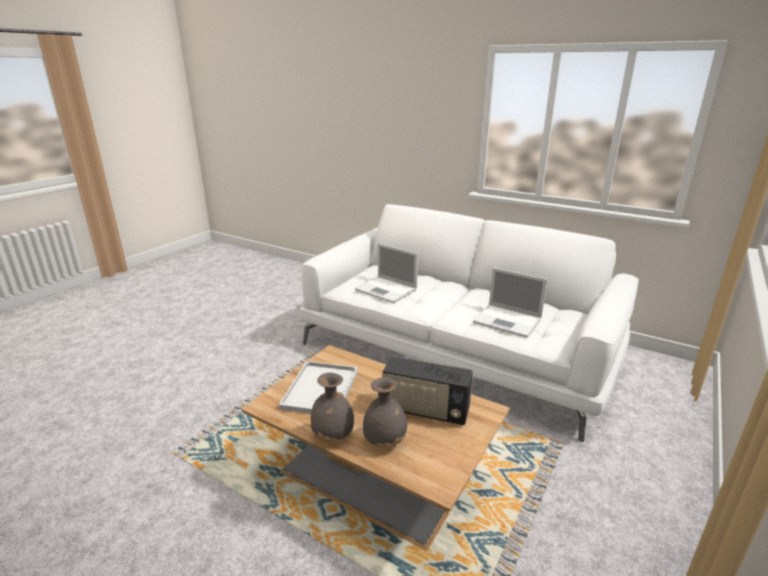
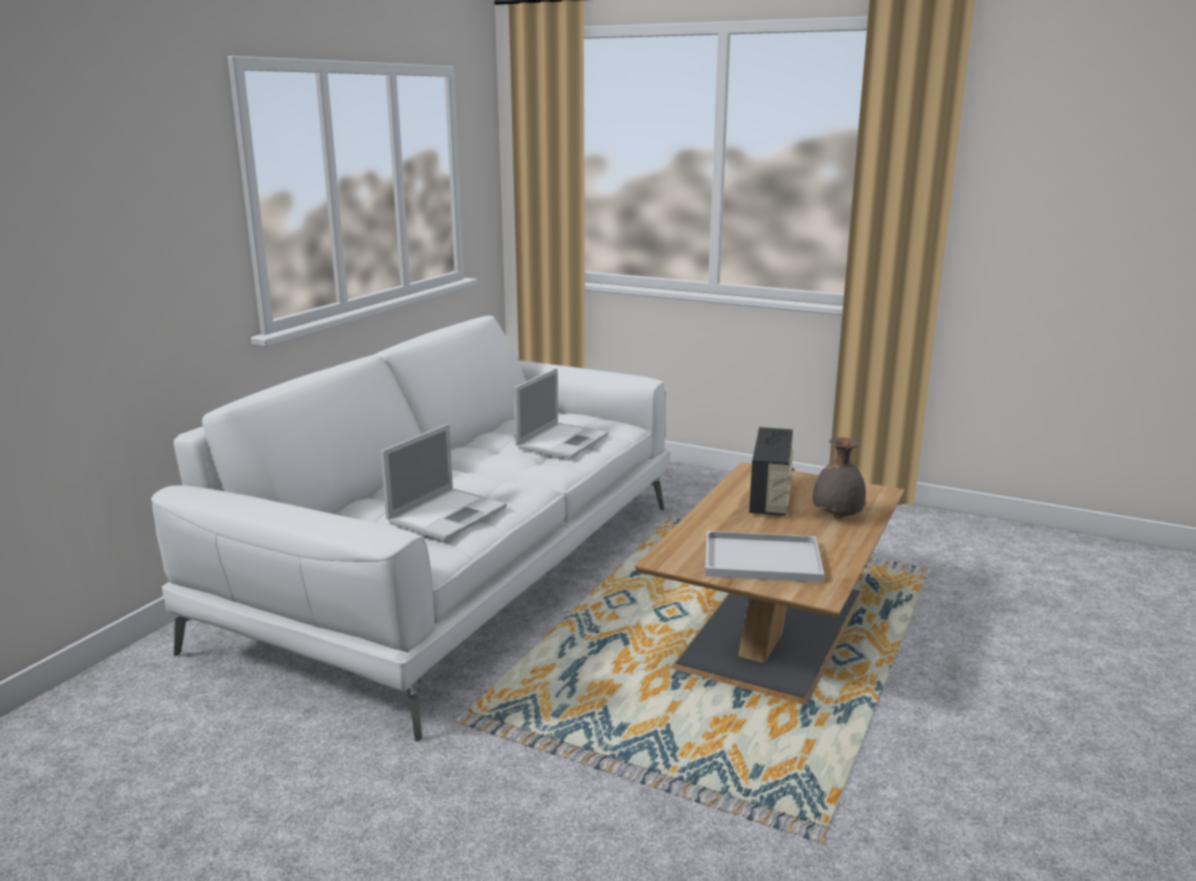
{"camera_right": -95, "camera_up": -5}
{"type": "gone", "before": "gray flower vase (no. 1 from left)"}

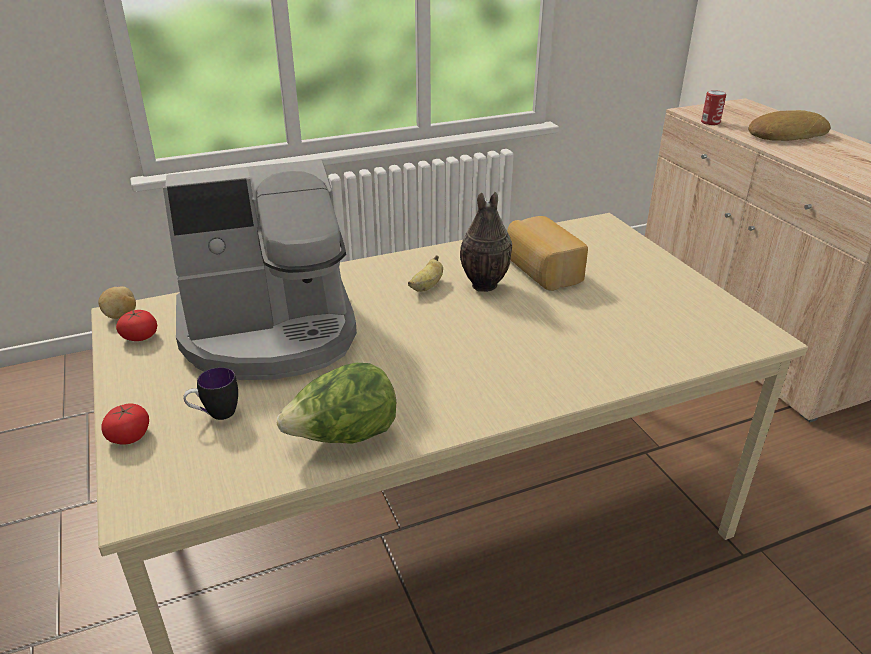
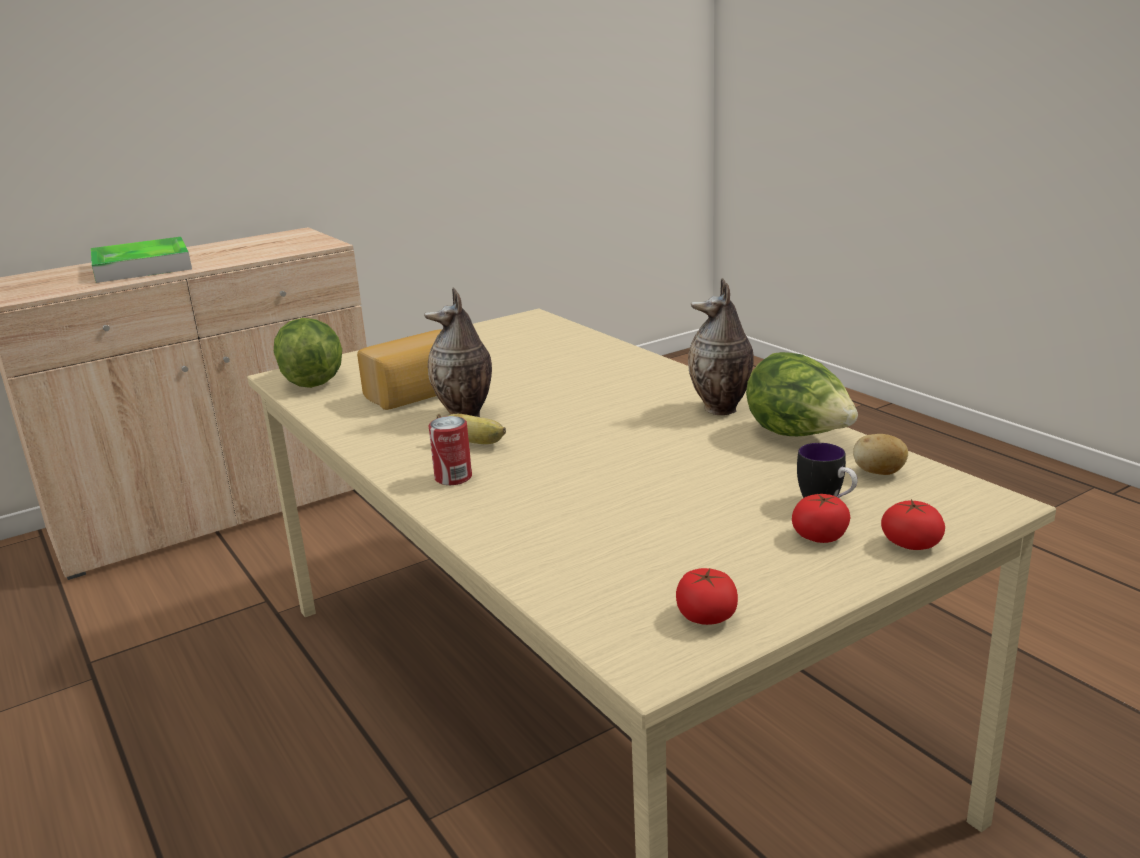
{"camera_right": -100, "camera_up": -10}
{"type": "swapped", "before": "bakery bread (no. 2 from left)", "after": "carrying tray"}
{"type": "new", "after": "head of lettuce (no. 1 from left)"}
{"type": "shifted", "before": "metal can"}
{"type": "new", "after": "flower vase (no. 2 from left)"}
{"type": "new", "after": "tomato (no. 2 from left)"}
{"type": "shifted", "before": "spud"}
{"type": "gone", "before": "coffee maker"}

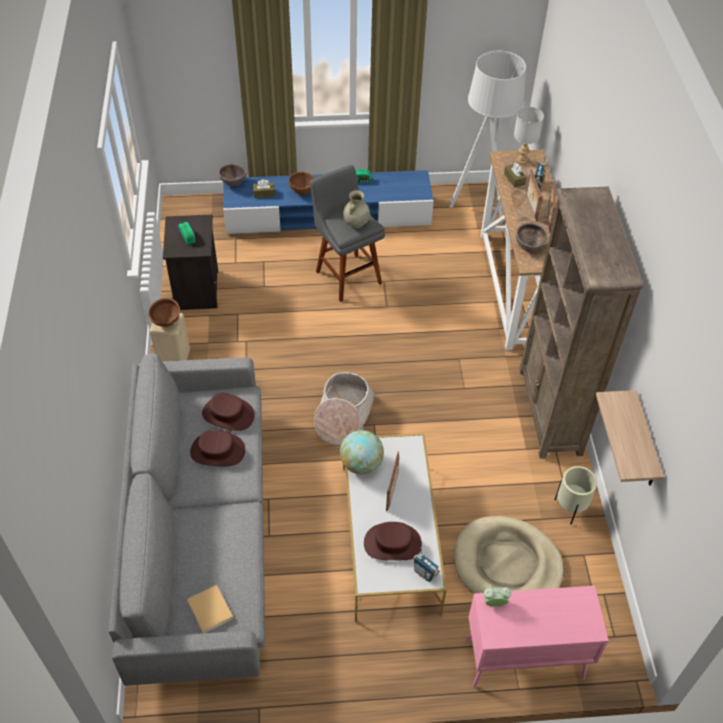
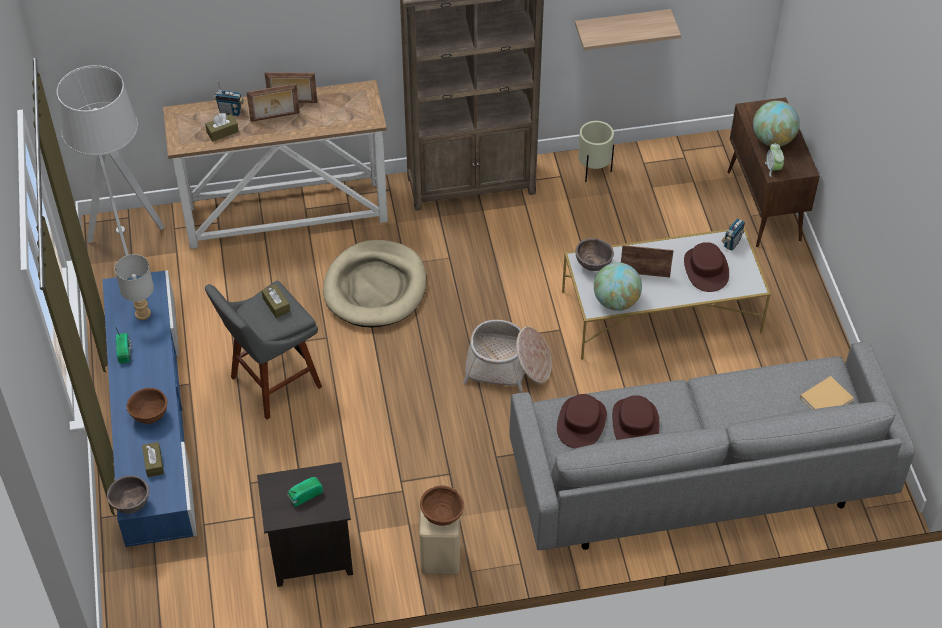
{"camera_right": -95, "camera_up": 0}
{"type": "shifted", "before": "gray lamp for a table"}
{"type": "swapped", "before": "beige flower vase", "after": "brown-coloured box of tissues (no. 3 from left)"}
{"type": "shifted", "before": "beige dog cushion"}
{"type": "shifted", "before": "brown-coloured bowl (no. 4 from left)"}
{"type": "repainted", "before": "pink cupboard", "after": "brown-coloured cupboard"}
{"type": "new", "after": "world globe (no. 2 from left)"}

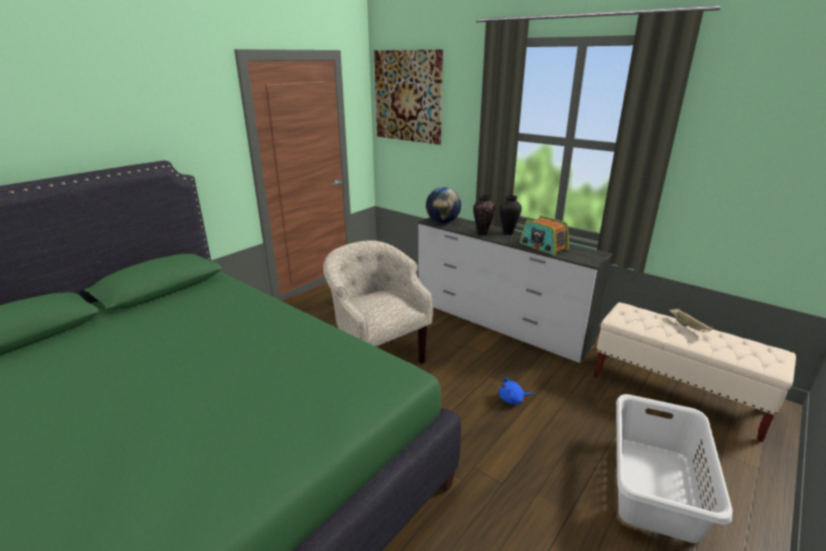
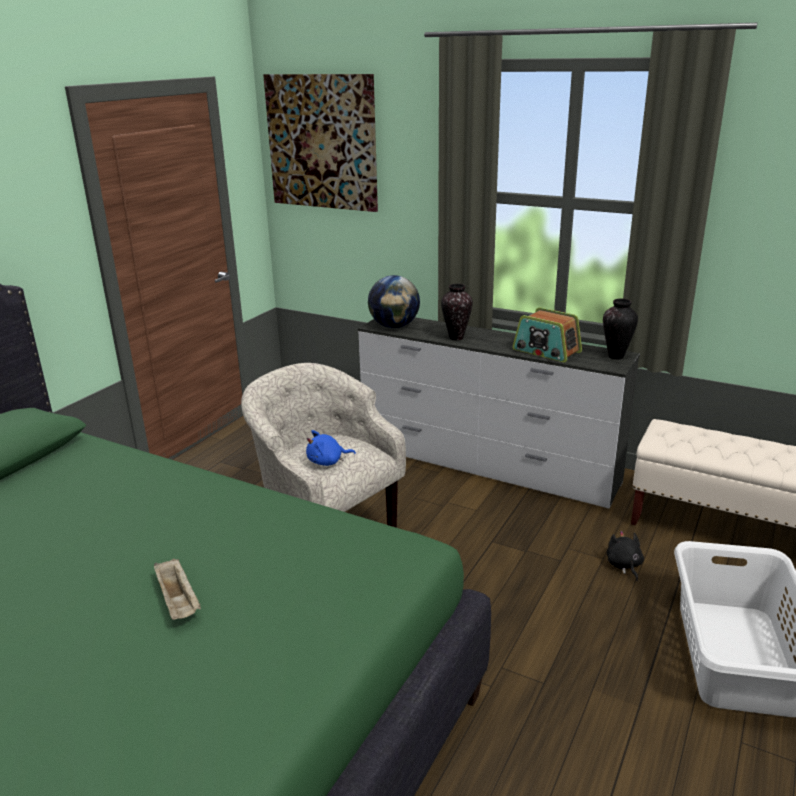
{"camera_right": -10, "camera_up": 0}
{"type": "shifted", "before": "beige carrying tray"}
{"type": "shifted", "before": "blue cuddly toy"}
{"type": "shifted", "before": "flower vase (no. 2 from left)"}
{"type": "new", "after": "black cuddly toy"}

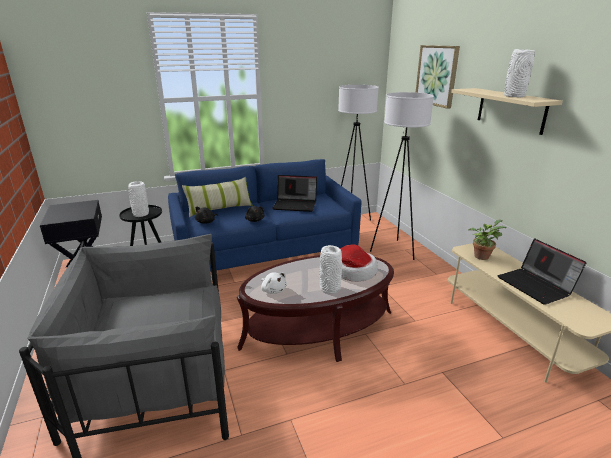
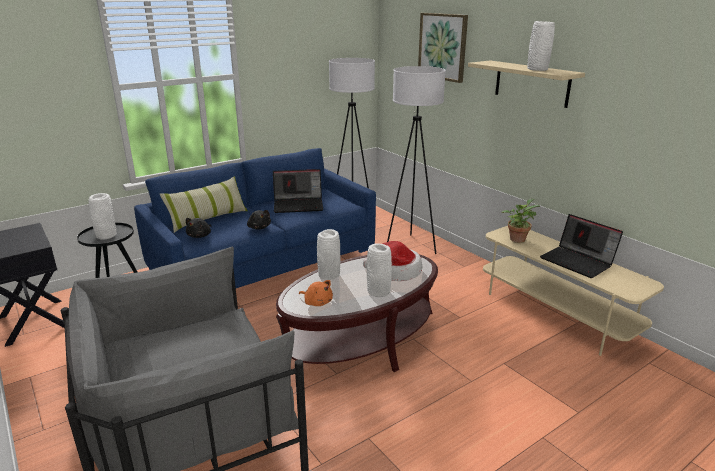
{"camera_right": -15, "camera_up": 0}
{"type": "repainted", "before": "whitish cuddly toy", "after": "orange cuddly toy"}
{"type": "new", "after": "whitish flower vase (no. 2 from left)"}

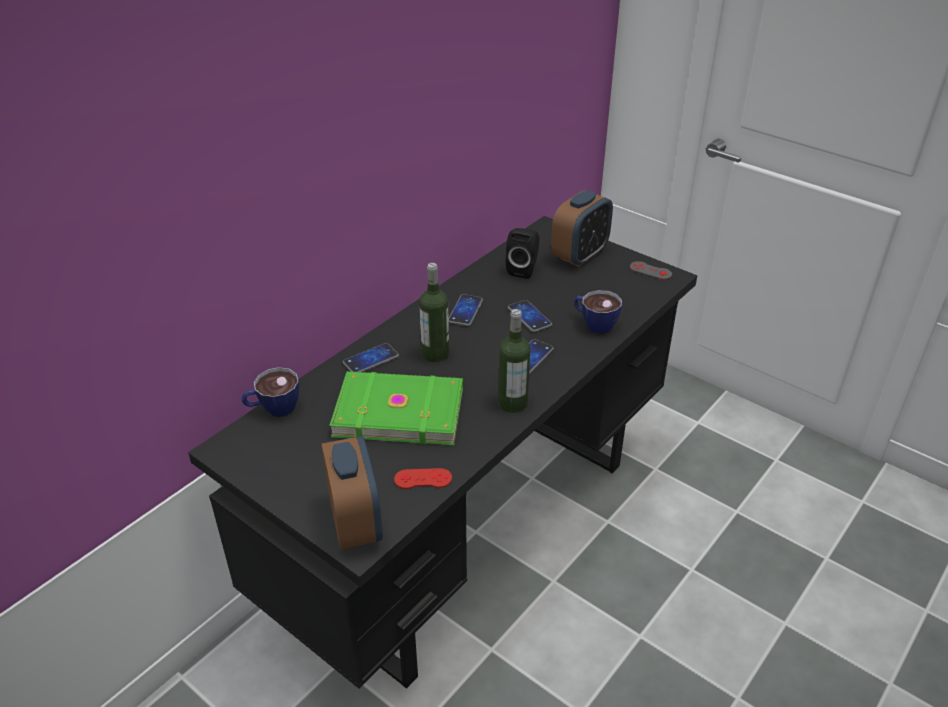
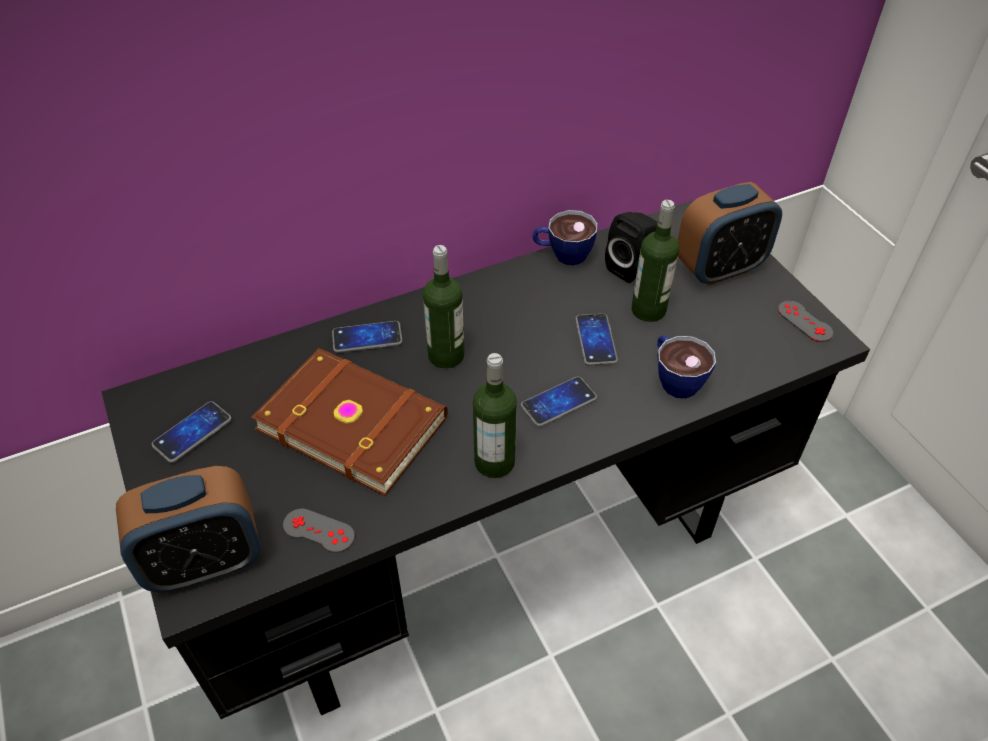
{"camera_right": 25, "camera_up": 10}
{"type": "rotated", "before": "table clock (no. 1 from left)", "turn": 60}
{"type": "shifted", "before": "telephone (no. 2 from left in the first image)", "after": "telephone (no. 1 from left)"}
{"type": "repainted", "before": "green volume", "after": "brown-coloured volume"}
{"type": "repainted", "before": "reddish gamepad", "after": "gray gamepad (no. 1 from left)"}
{"type": "shifted", "before": "cup (no. 1 from left)"}
{"type": "new", "after": "bottle (no. 3 from left)"}

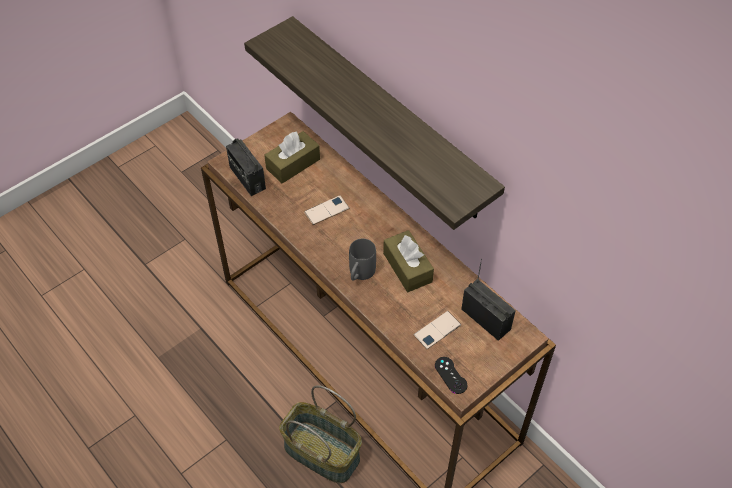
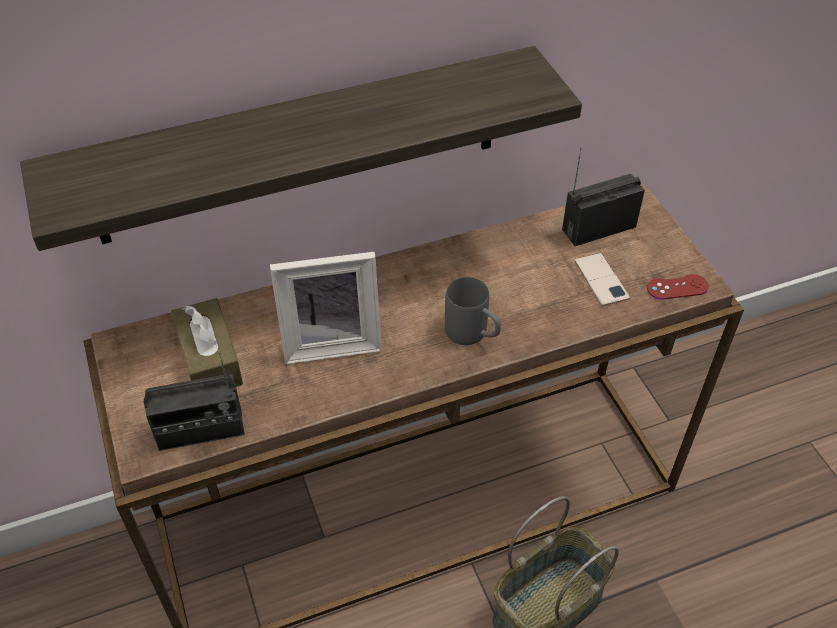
{"camera_right": -70, "camera_up": -5}
{"type": "swapped", "before": "telephone (no. 1 from left)", "after": "photo frame"}
{"type": "repainted", "before": "black gamepad", "after": "reddish gamepad"}
{"type": "gone", "before": "brown-coloured box of tissues (no. 2 from left)"}

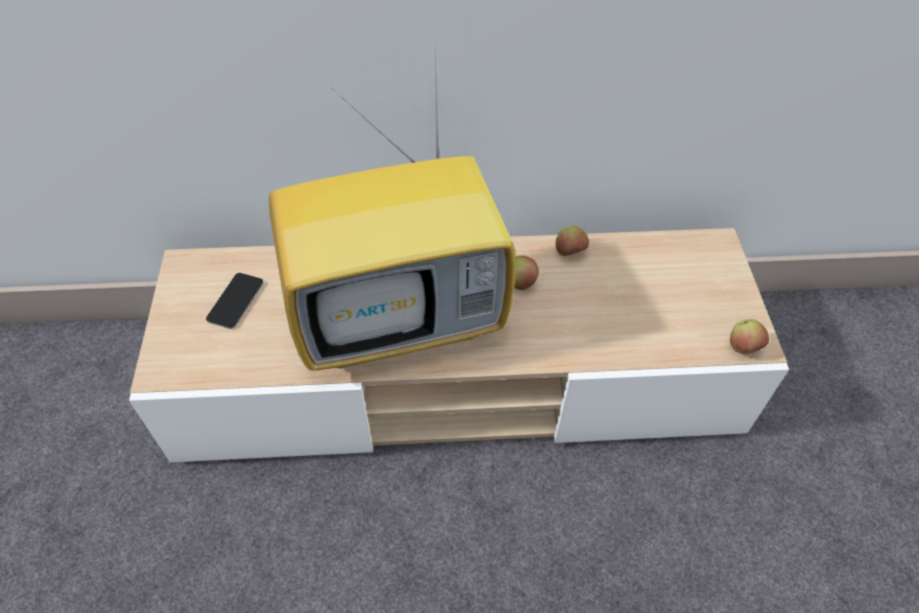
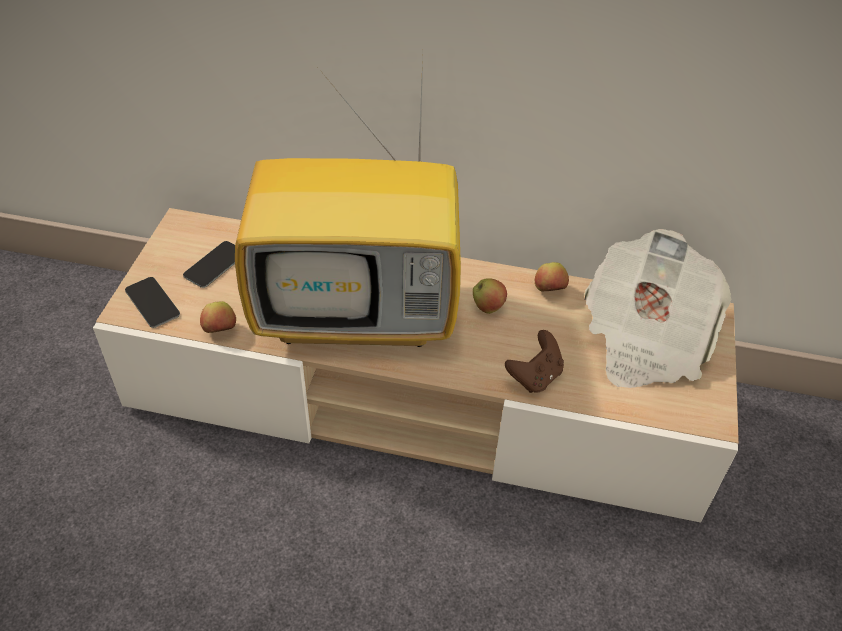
{"camera_right": 15, "camera_up": -5}
{"type": "new", "after": "telephone (no. 1 from left)"}
{"type": "shifted", "before": "whole apple (no. 3 from left in the first image)", "after": "whole apple (no. 1 from left)"}
{"type": "new", "after": "brown-coloured gamepad"}
{"type": "new", "after": "newspaper"}

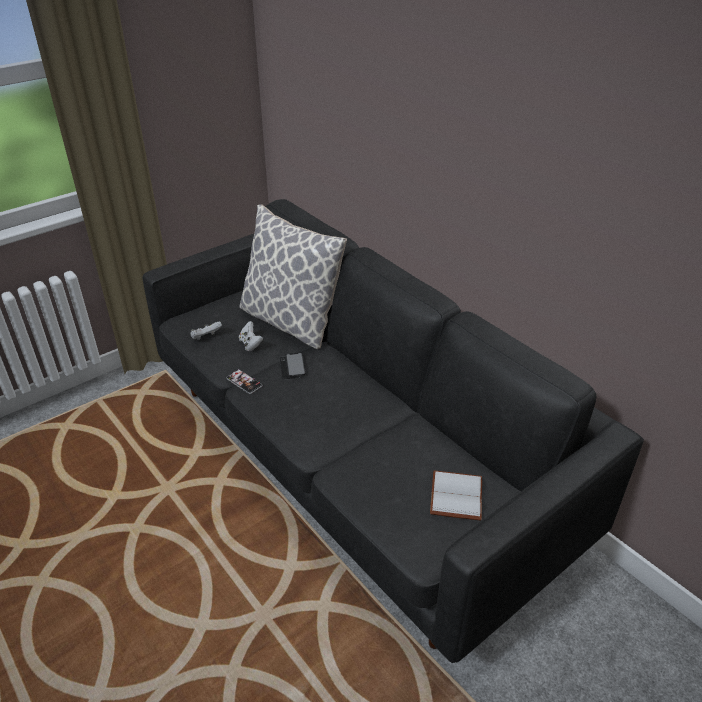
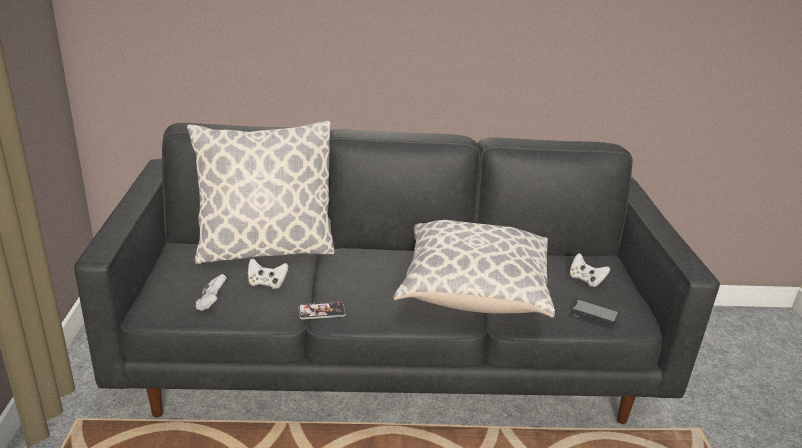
{"camera_right": -55, "camera_up": -10}
{"type": "new", "after": "throw pillow (no. 2 from left)"}
{"type": "swapped", "before": "whitish volume", "after": "whitish gamepad (no. 3 from left)"}
{"type": "shifted", "before": "telephone (no. 2 from left)"}

